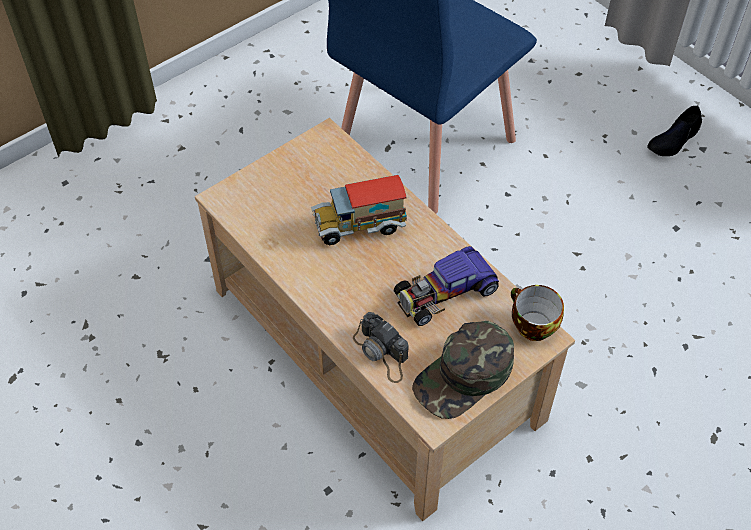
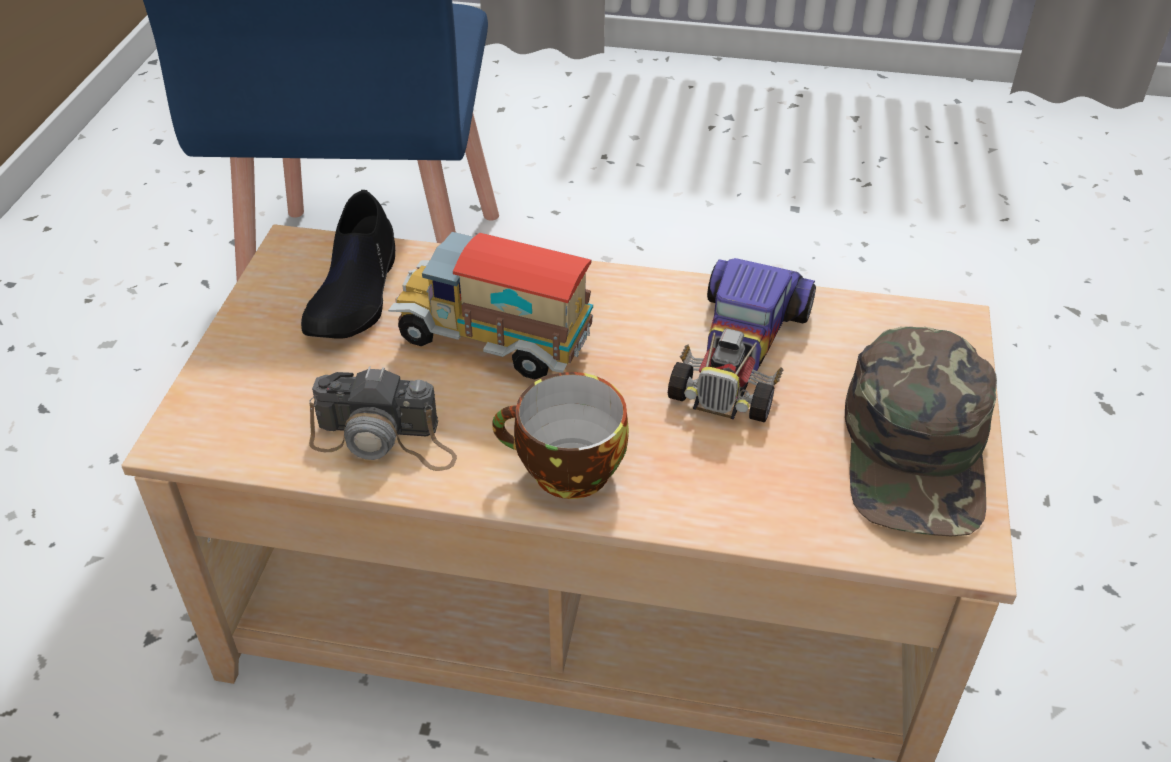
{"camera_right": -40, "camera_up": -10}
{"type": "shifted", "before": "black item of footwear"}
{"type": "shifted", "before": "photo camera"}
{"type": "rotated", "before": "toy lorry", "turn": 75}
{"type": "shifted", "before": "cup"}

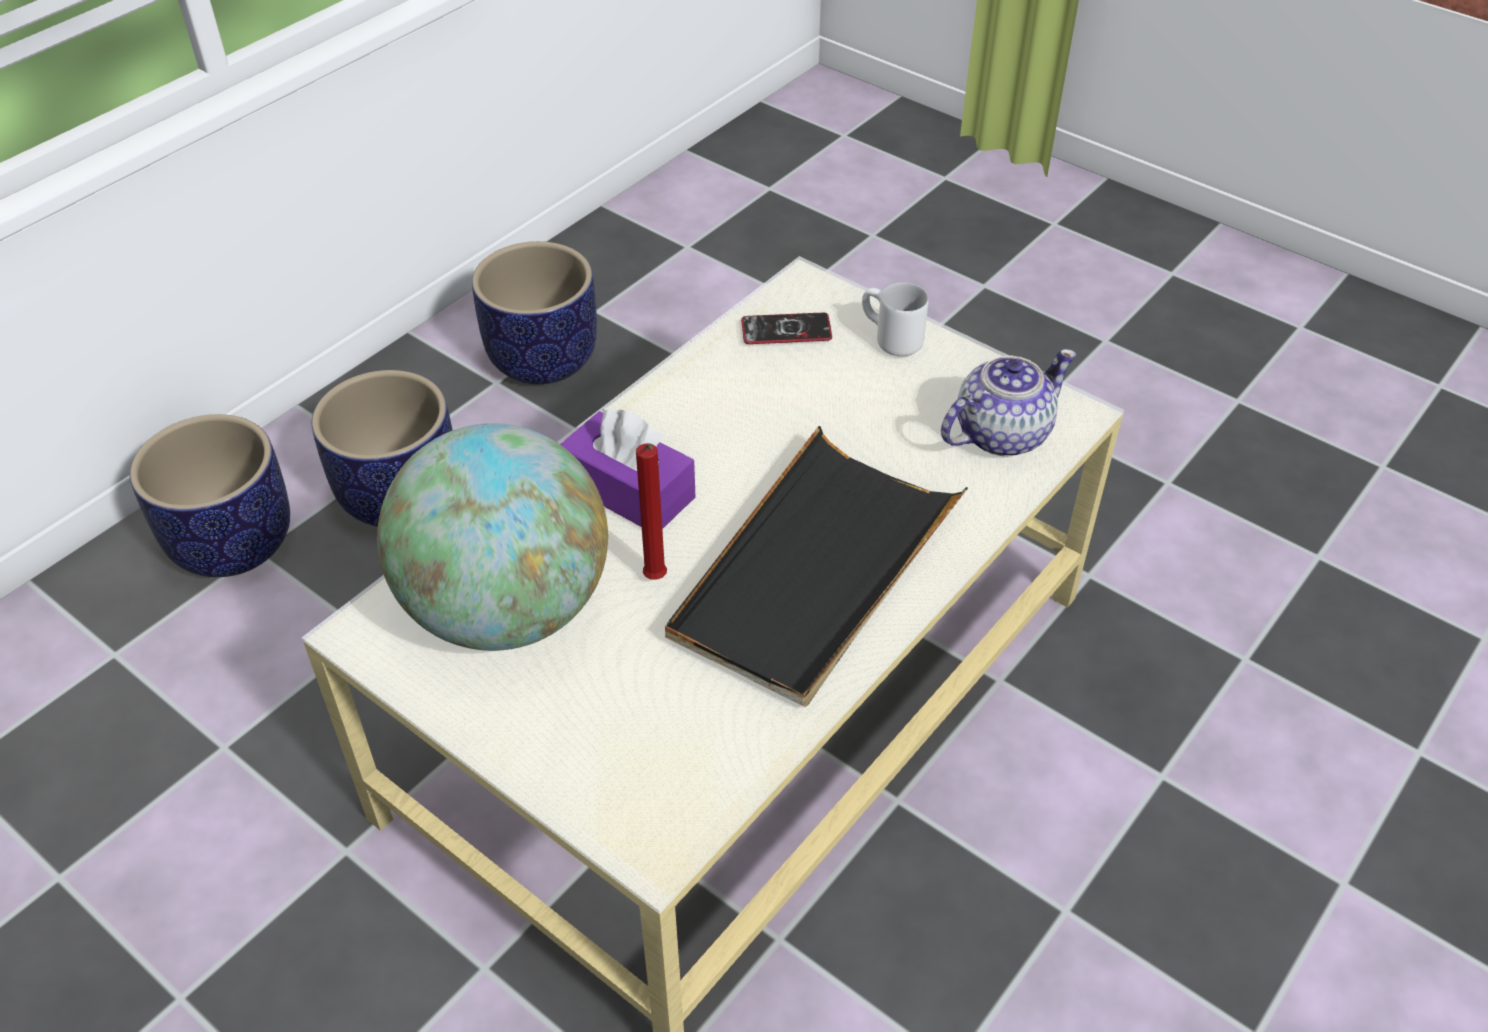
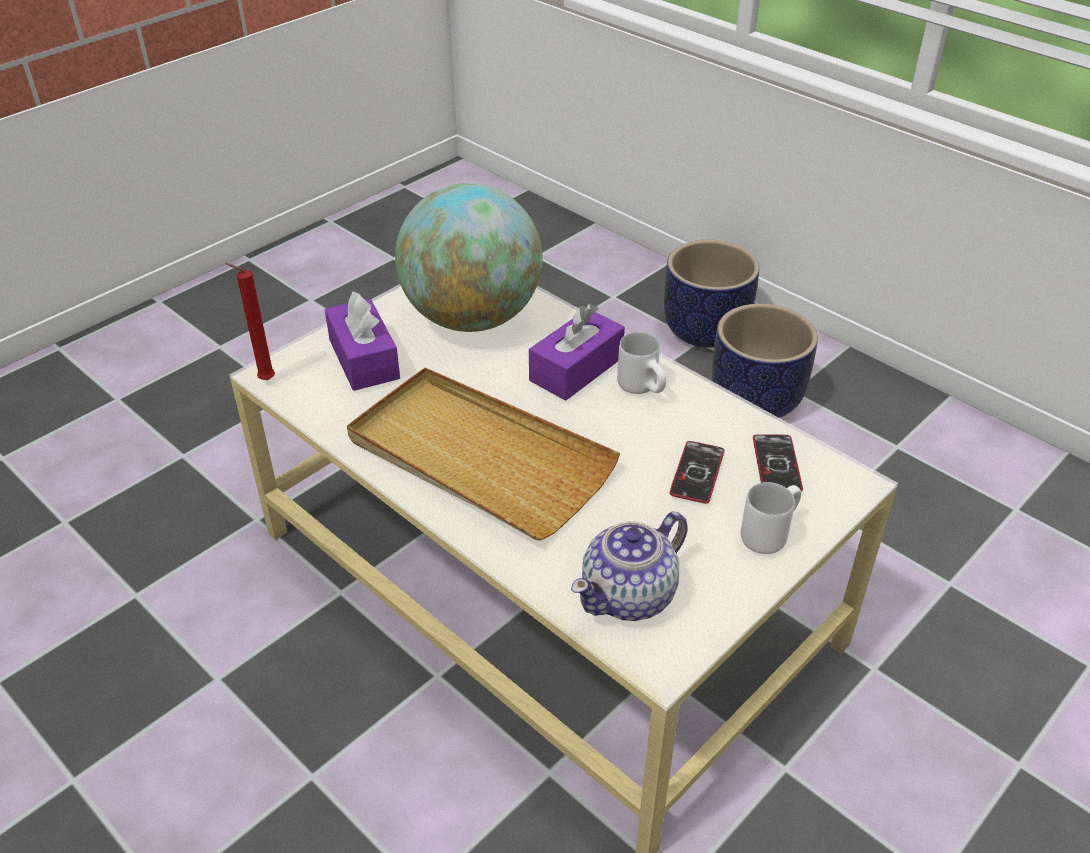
{"camera_right": 95, "camera_up": -5}
{"type": "shifted", "before": "reddish wax candle"}
{"type": "new", "after": "purple box of tissues (no. 1 from left)"}
{"type": "repainted", "before": "black carrying tray", "after": "beige carrying tray"}
{"type": "rotated", "before": "tea pot", "turn": 75}
{"type": "new", "after": "whitish coffee mug (no. 1 from left)"}
{"type": "new", "after": "telephone (no. 1 from left)"}
{"type": "gone", "before": "plant pot (no. 3 from left)"}

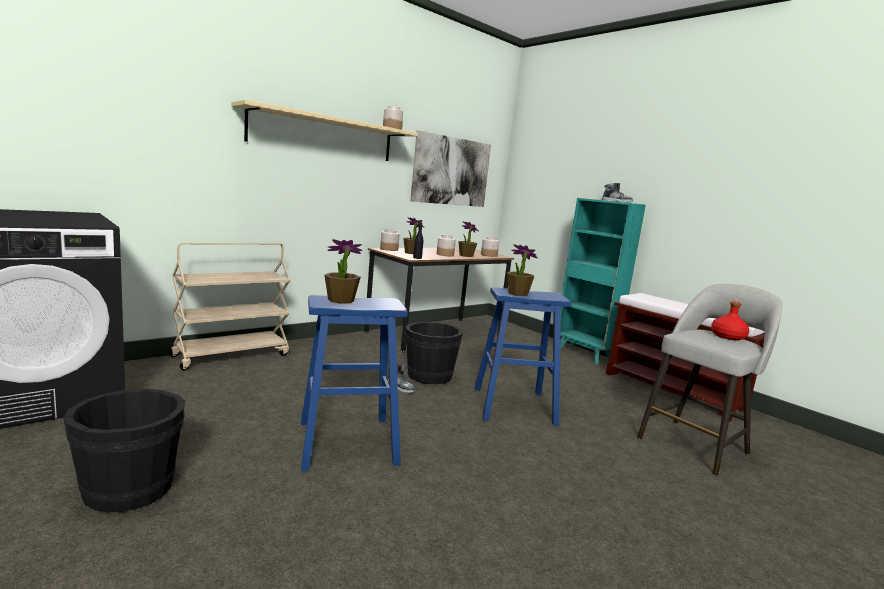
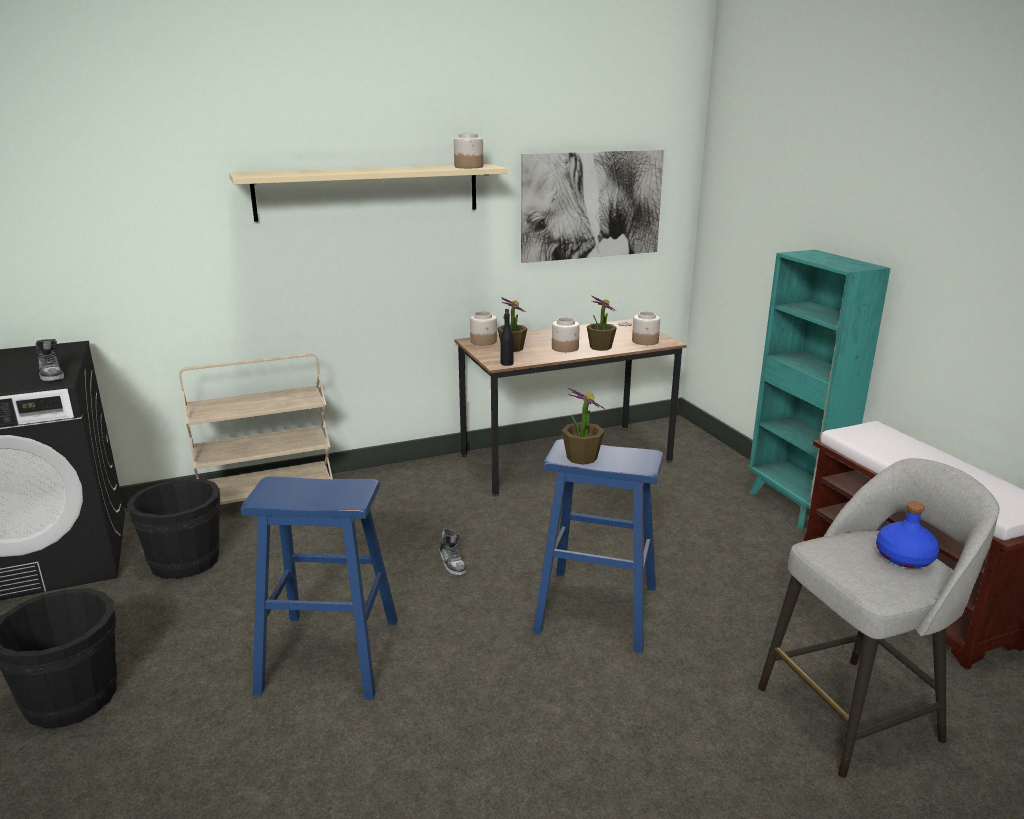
{"camera_right": 20, "camera_up": 10}
{"type": "shifted", "before": "item of footwear (no. 2 from left in the first image)", "after": "item of footwear (no. 1 from left)"}
{"type": "shifted", "before": "black bucket (no. 2 from left)"}
{"type": "repainted", "before": "reddish bottle", "after": "blue bottle"}
{"type": "gone", "before": "houseplant (no. 1 from left)"}

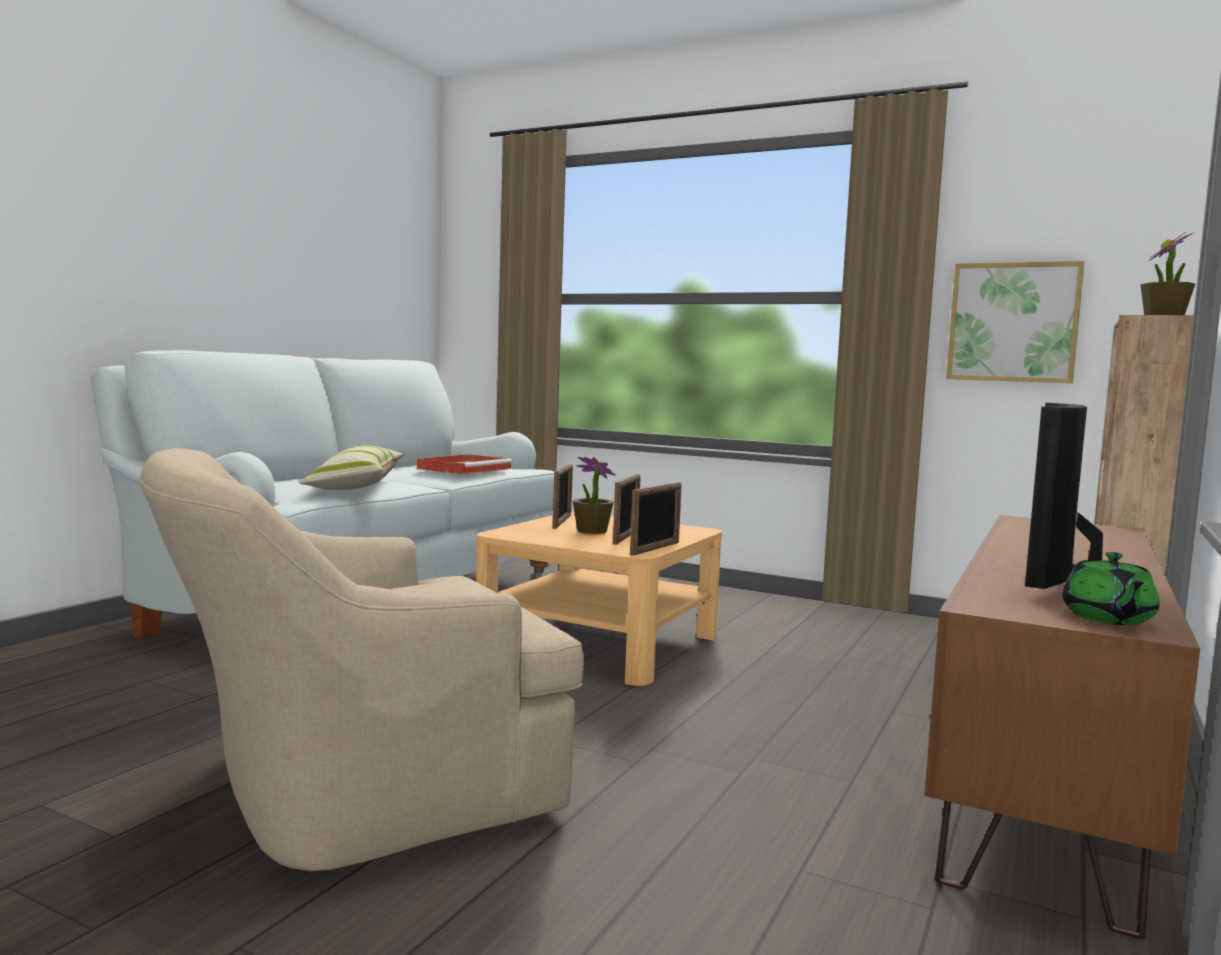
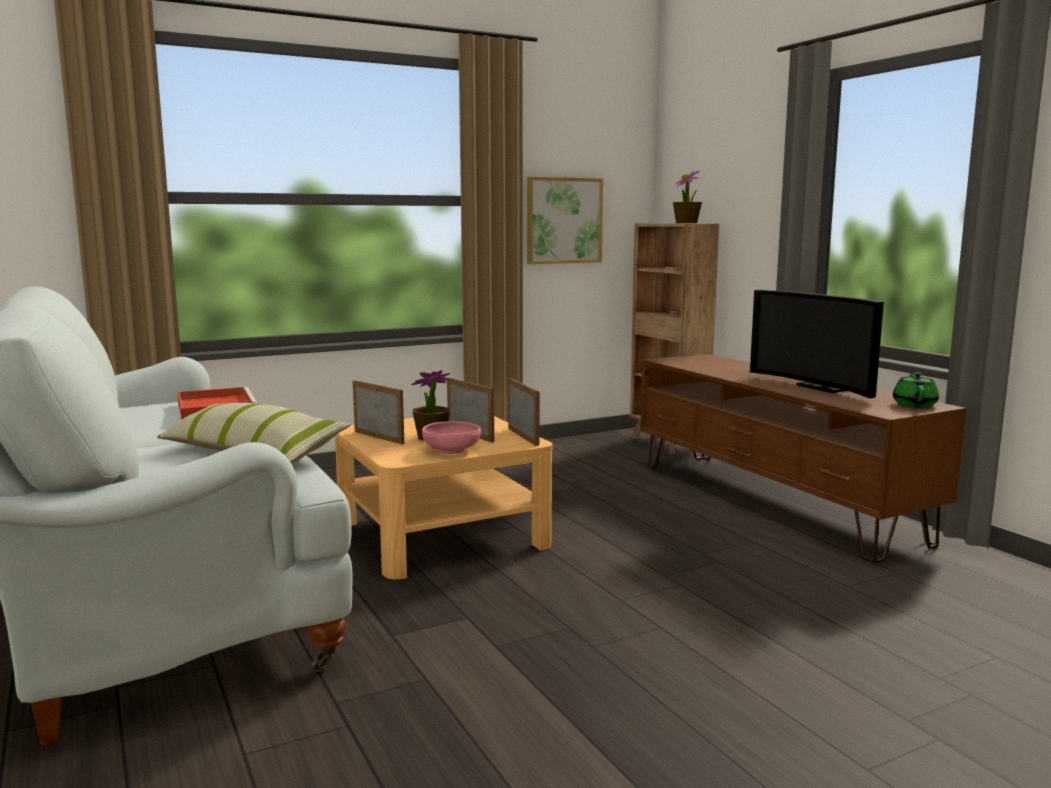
{"camera_right": -55, "camera_up": 5}
{"type": "new", "after": "pink bowl"}
{"type": "rotated", "before": "green tea pot", "turn": -120}
{"type": "gone", "before": "beige lounge chair"}

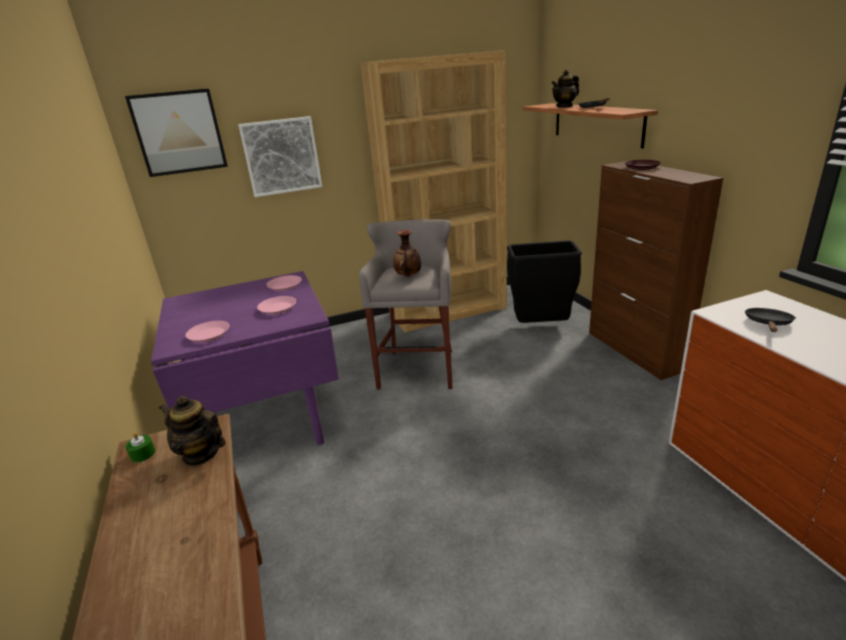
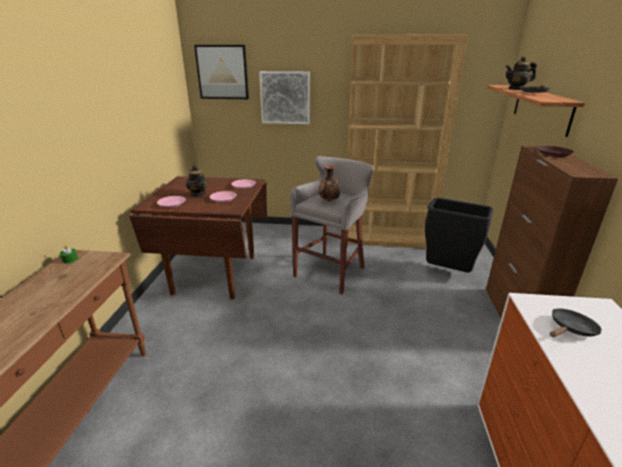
{"camera_right": 25, "camera_up": 0}
{"type": "repainted", "before": "purple dinner table", "after": "brown-coloured dinner table"}
{"type": "shifted", "before": "tea pot (no. 1 from left)"}

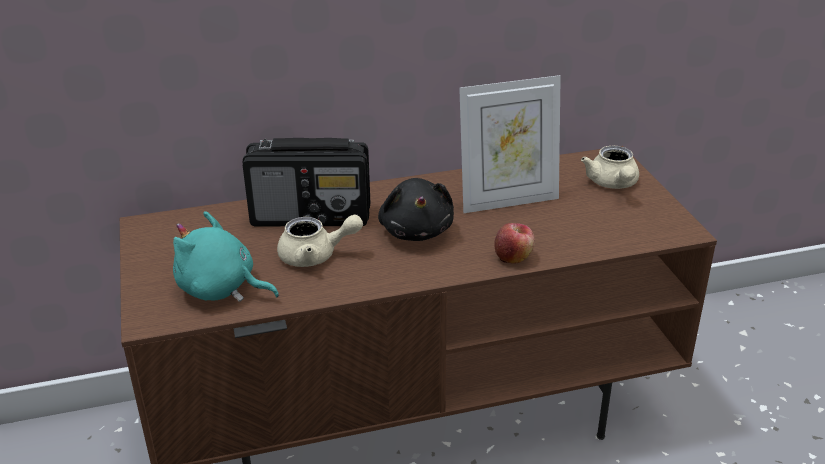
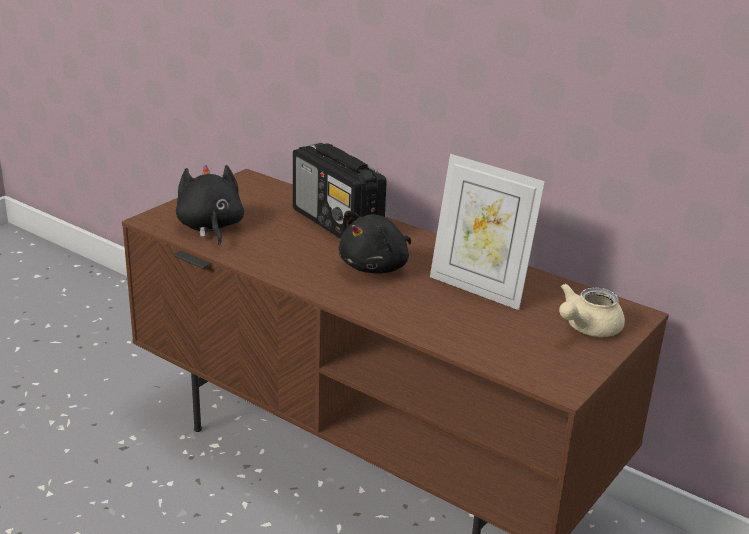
{"camera_right": 50, "camera_up": -5}
{"type": "repainted", "before": "turquoise cuddly toy", "after": "black cuddly toy (no. 1 from left)"}
{"type": "gone", "before": "beige tea pot (no. 1 from left)"}
{"type": "gone", "before": "whole apple"}

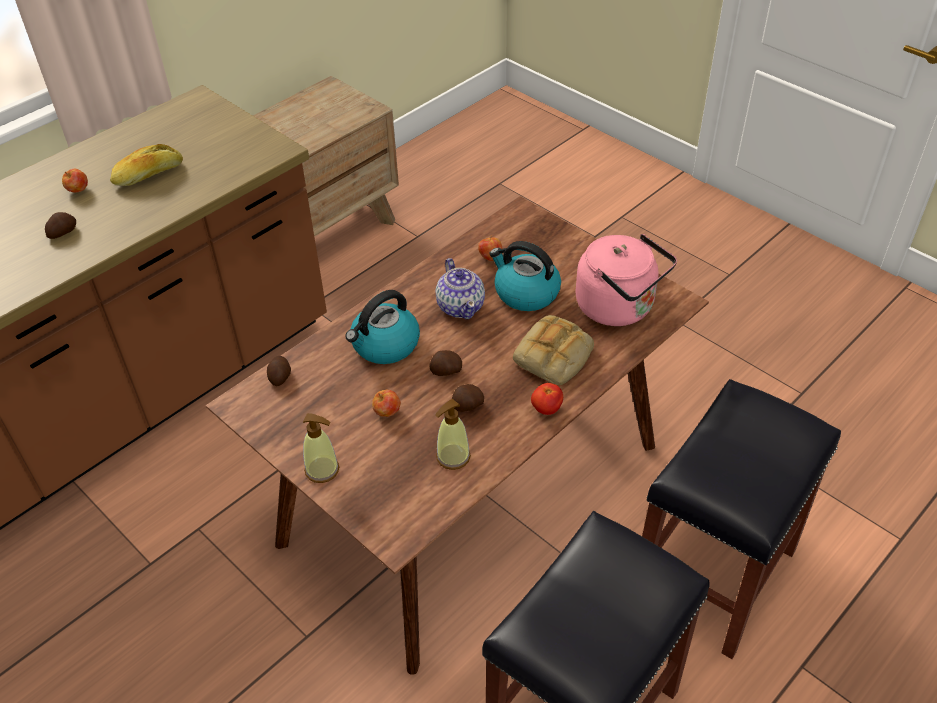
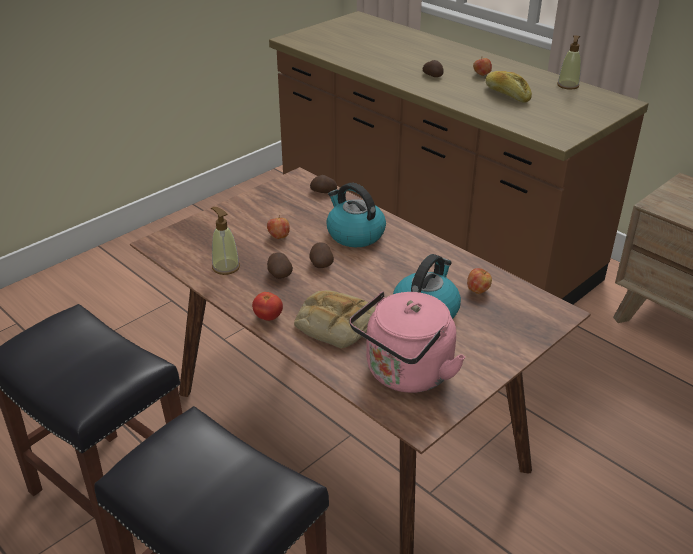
{"camera_right": 90, "camera_up": -10}
{"type": "shifted", "before": "soap bottle (no. 1 from left in the first image)", "after": "soap bottle (no. 2 from left)"}
{"type": "gone", "before": "tea pot"}

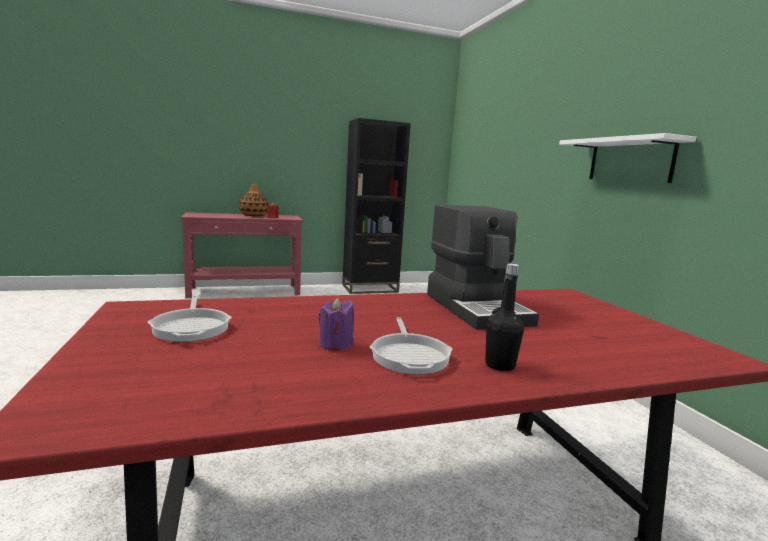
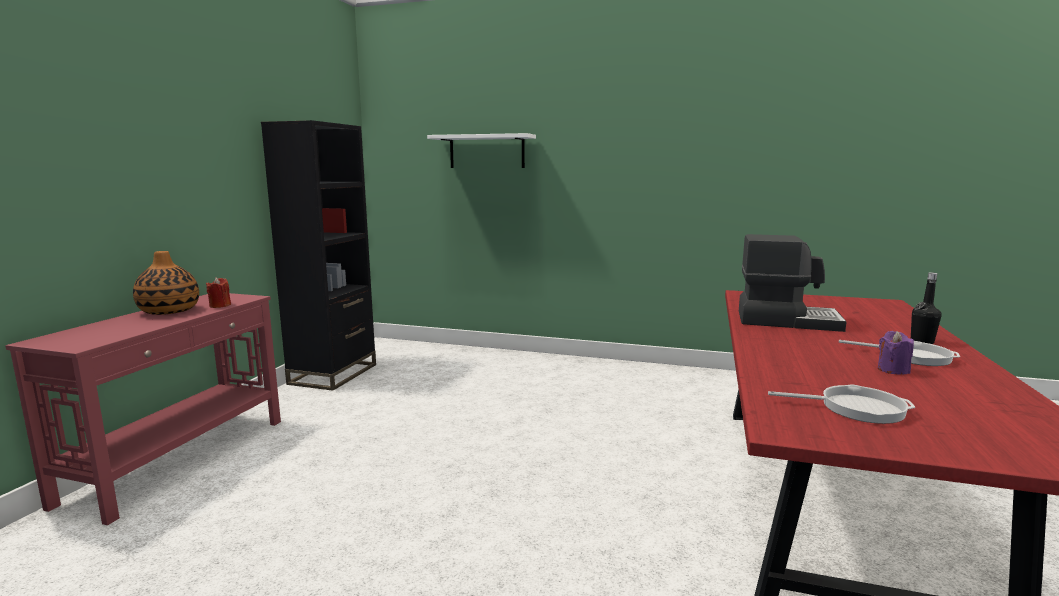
{"camera_right": -55, "camera_up": 0}
{"type": "shifted", "before": "whitish wall shelf"}

